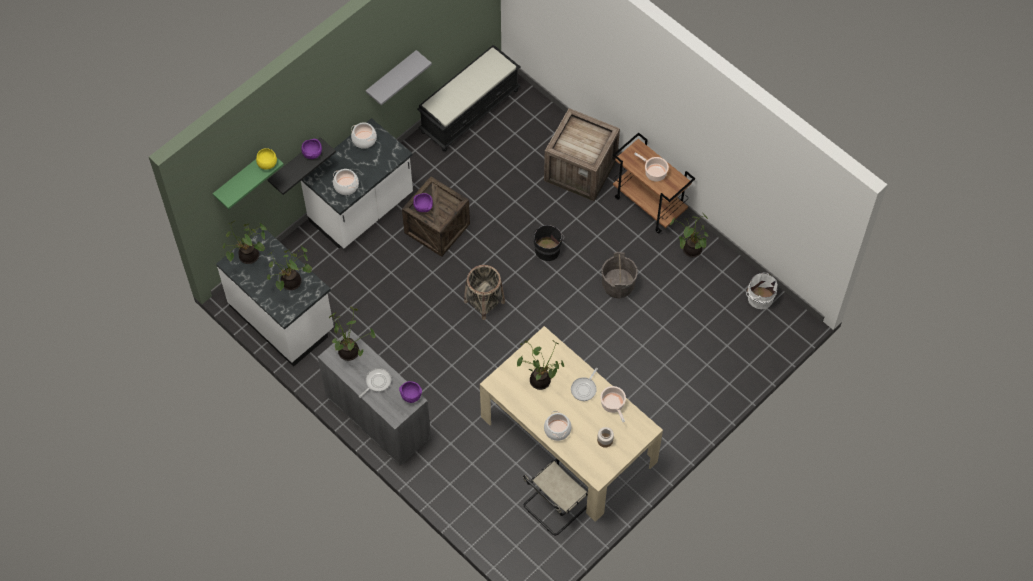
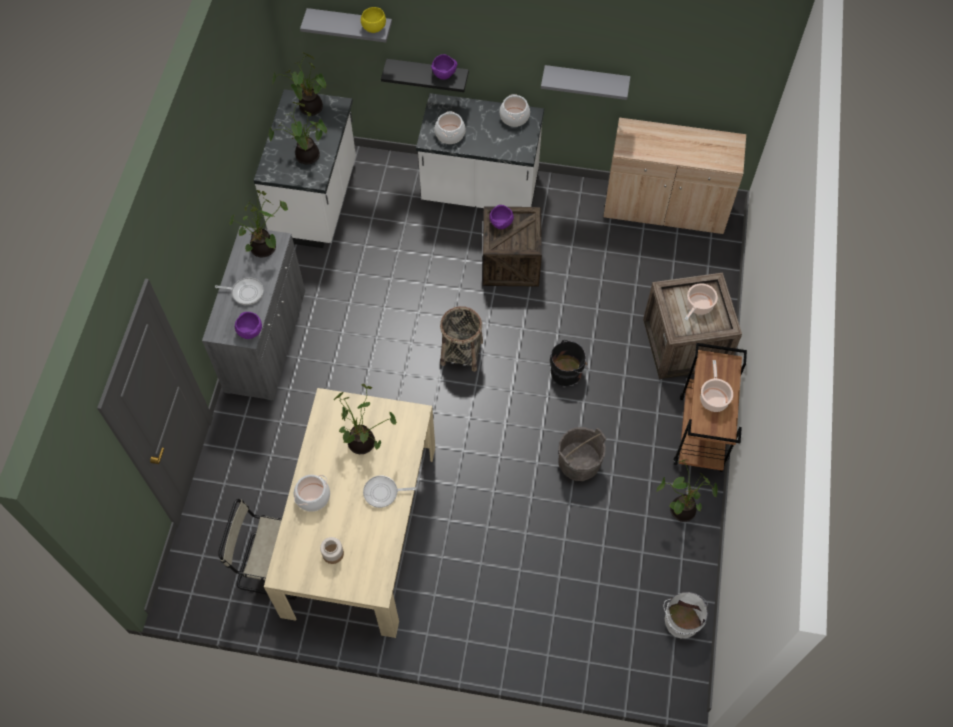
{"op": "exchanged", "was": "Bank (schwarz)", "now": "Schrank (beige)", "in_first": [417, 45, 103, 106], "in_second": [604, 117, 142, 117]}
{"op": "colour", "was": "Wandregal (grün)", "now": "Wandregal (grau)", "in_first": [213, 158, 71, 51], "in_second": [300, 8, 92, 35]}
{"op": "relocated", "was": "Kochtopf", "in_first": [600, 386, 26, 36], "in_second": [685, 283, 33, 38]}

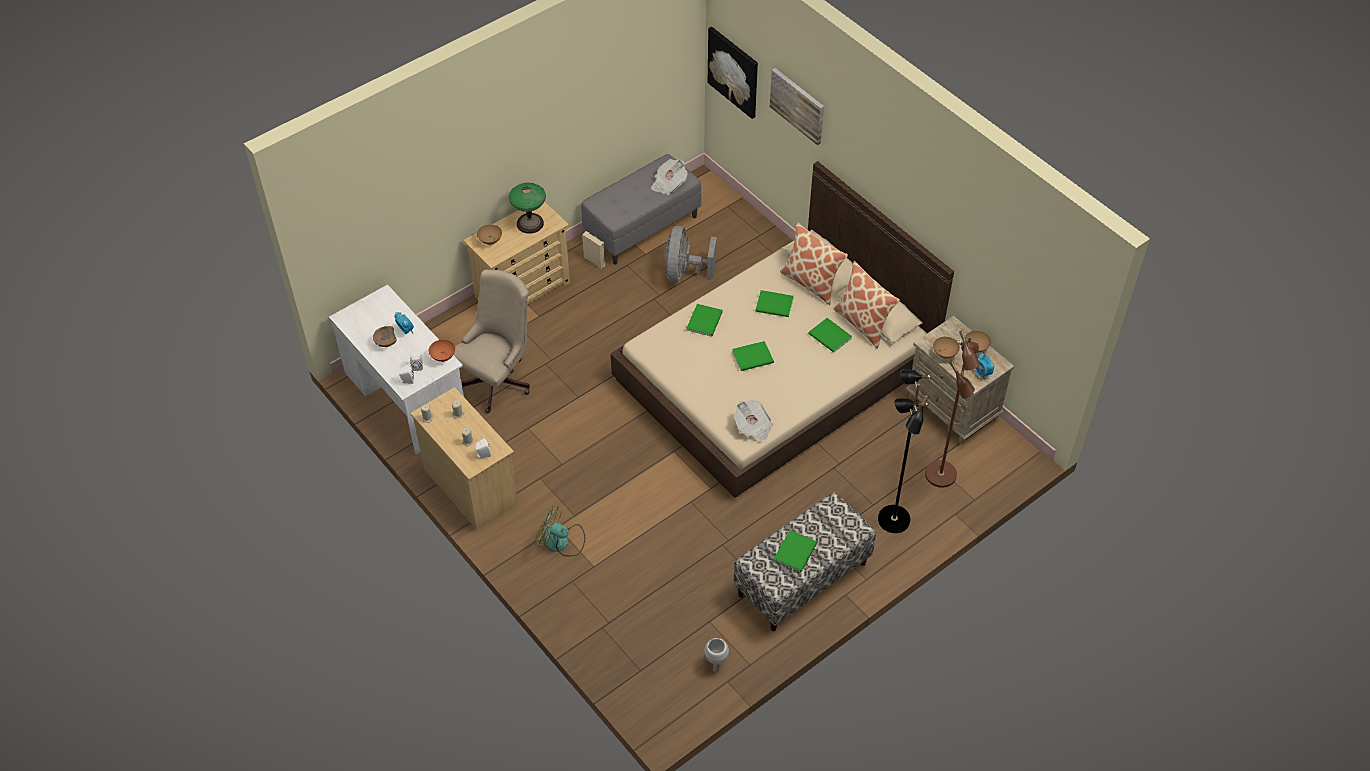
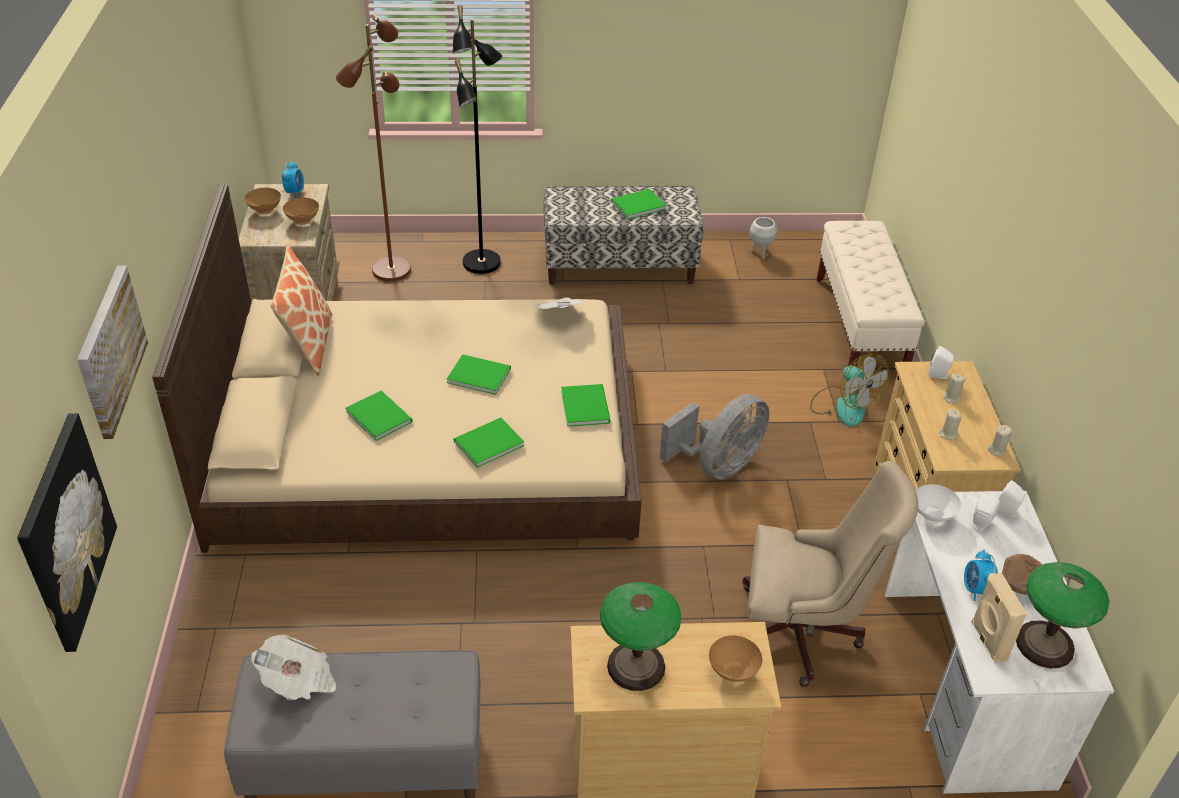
{"op": "missing", "was": "Kissen", "in_first": [780, 222, 68, 83]}
{"op": "relocated", "was": "Ventilator (grau)", "in_first": [664, 226, 53, 57], "in_second": [660, 394, 110, 85]}
{"op": "relocated", "was": "Lautsprecher (beige)", "in_first": [582, 231, 23, 38], "in_second": [971, 573, 56, 90]}
{"op": "spun", "was": "Bürostuhl (beige)", "in_first": [454, 270, 76, 144], "in_second": [742, 461, 176, 226], "clockwise": -150}
{"op": "relocated", "was": "Buch (grün)", "in_first": [808, 318, 44, 35], "in_second": [561, 384, 50, 43]}
{"op": "colour", "was": "Schüssel (orange)", "now": "Schüssel (weiß)", "in_first": [429, 340, 26, 22], "in_second": [916, 484, 45, 39]}
{"op": "appeared", "now": "Bank (beige)", "in_second": [817, 221, 108, 145]}
{"op": "appeared", "now": "Tischlampe", "in_second": [1016, 562, 94, 106]}

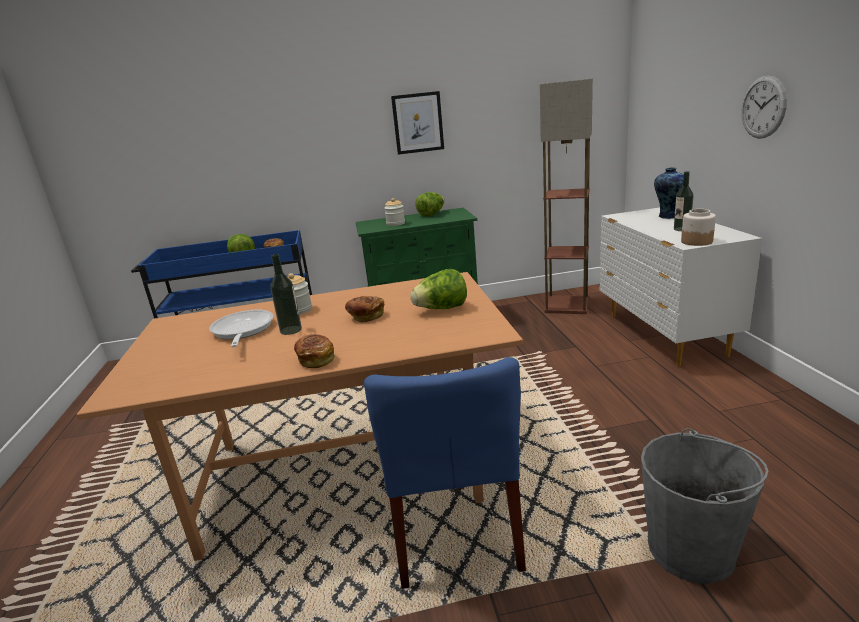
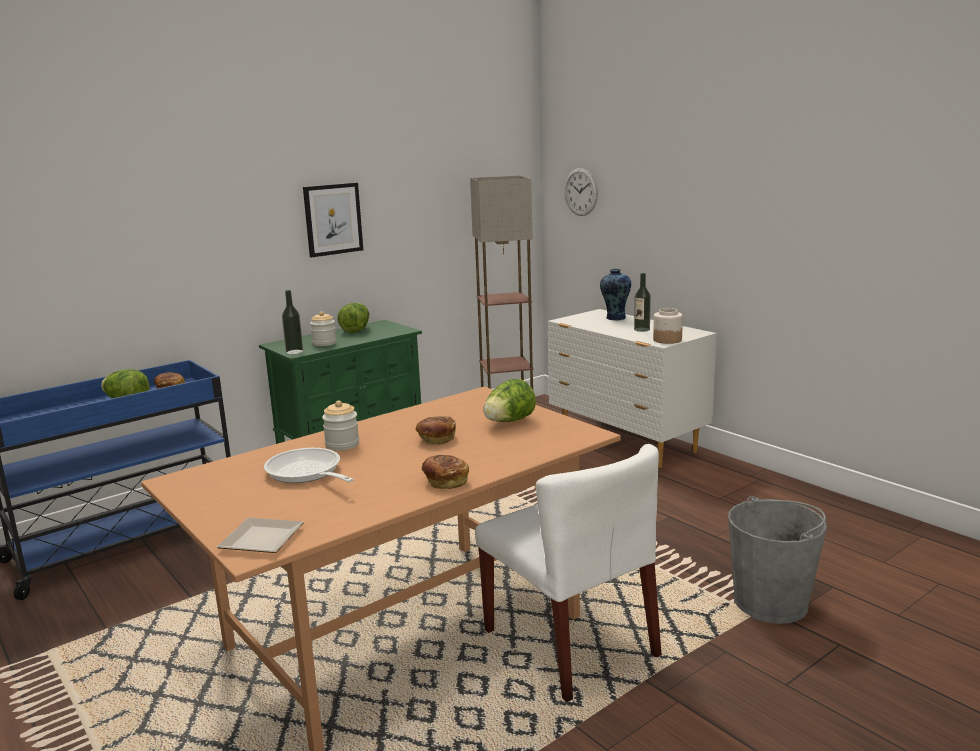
{"op": "relocated", "was": "Wanduhr", "in_first": [741, 75, 46, 64], "in_second": [564, 168, 34, 48]}
{"op": "relocated", "was": "Flasche", "in_first": [270, 254, 32, 81], "in_second": [282, 290, 21, 64]}
{"op": "colour", "was": "Stuhl (blau)", "now": "Stuhl (weiß)", "in_first": [364, 357, 162, 232], "in_second": [475, 444, 187, 258]}
{"op": "appeared", "now": "Teller", "in_second": [217, 518, 87, 35]}

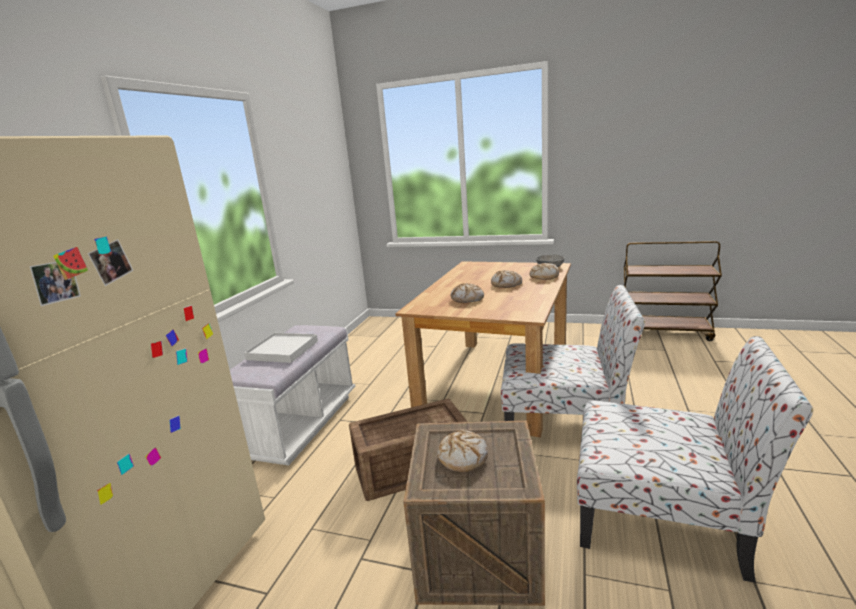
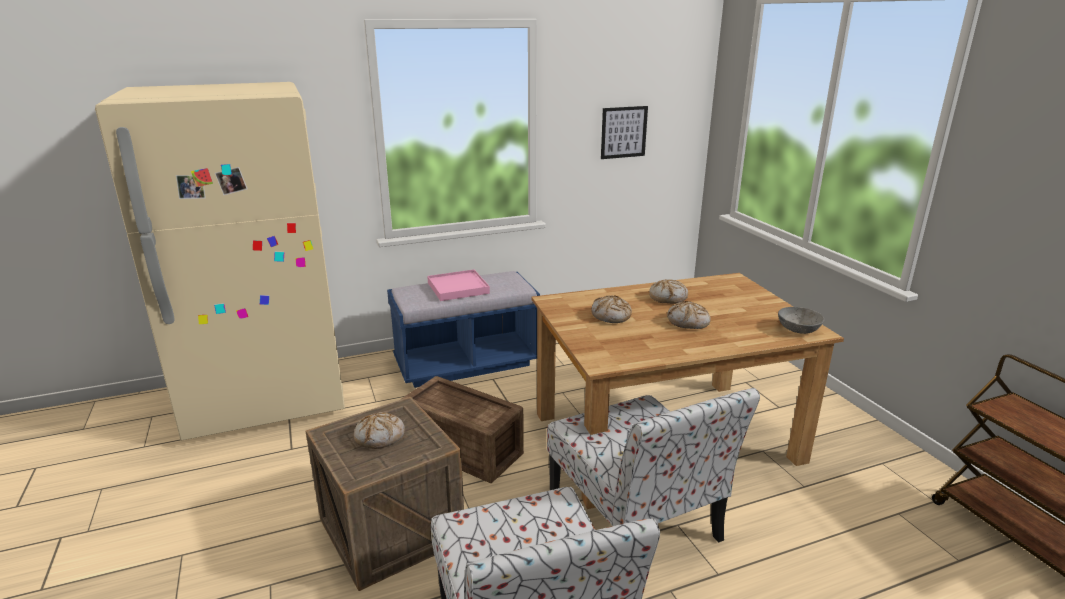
{"op": "relocated", "was": "Brot", "in_first": [530, 263, 29, 17], "in_second": [649, 279, 39, 25]}
{"op": "colour", "was": "Bank (weiß)", "now": "Bank (blau)", "in_first": [230, 325, 125, 141], "in_second": [387, 271, 153, 117]}
{"op": "colour", "was": "Tablett (weiß)", "now": "Tablett (rosa)", "in_first": [244, 333, 74, 30], "in_second": [427, 269, 63, 32]}
{"op": "appeared", "now": "Bild", "in_second": [601, 106, 47, 53]}

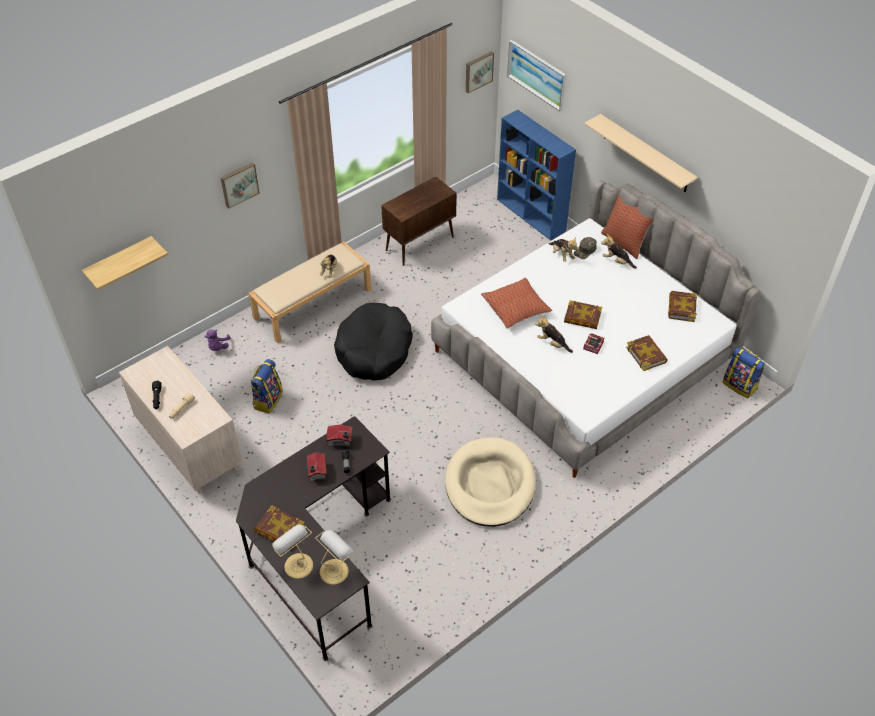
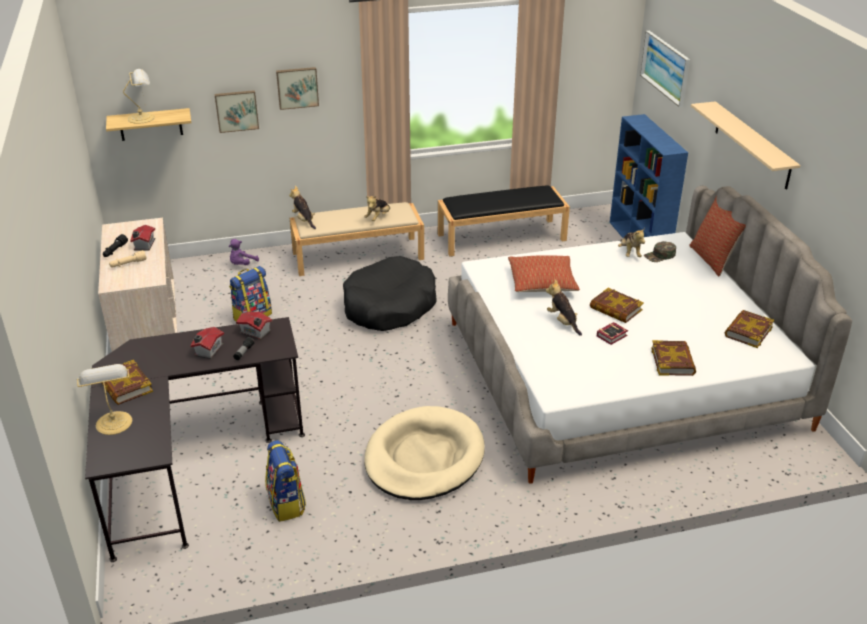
{"op": "relocated", "was": "Bild", "in_first": [466, 51, 28, 42], "in_second": [214, 90, 45, 43]}
{"op": "exchanged", "was": "Schrank (braun)", "now": "Bank (schwarz)", "in_first": [381, 176, 76, 90], "in_second": [438, 185, 132, 71]}
{"op": "relocated", "was": "Plüschtier", "in_first": [601, 234, 36, 35], "in_second": [289, 186, 27, 43]}
{"op": "relocated", "was": "Rucksack", "in_first": [723, 347, 42, 51], "in_second": [265, 440, 41, 82]}
{"op": "relocated", "was": "Tischlampe", "in_first": [315, 530, 38, 55], "in_second": [123, 69, 32, 55]}
{"op": "appeared", "now": "Spielzeughaus", "in_second": [130, 225, 25, 25]}

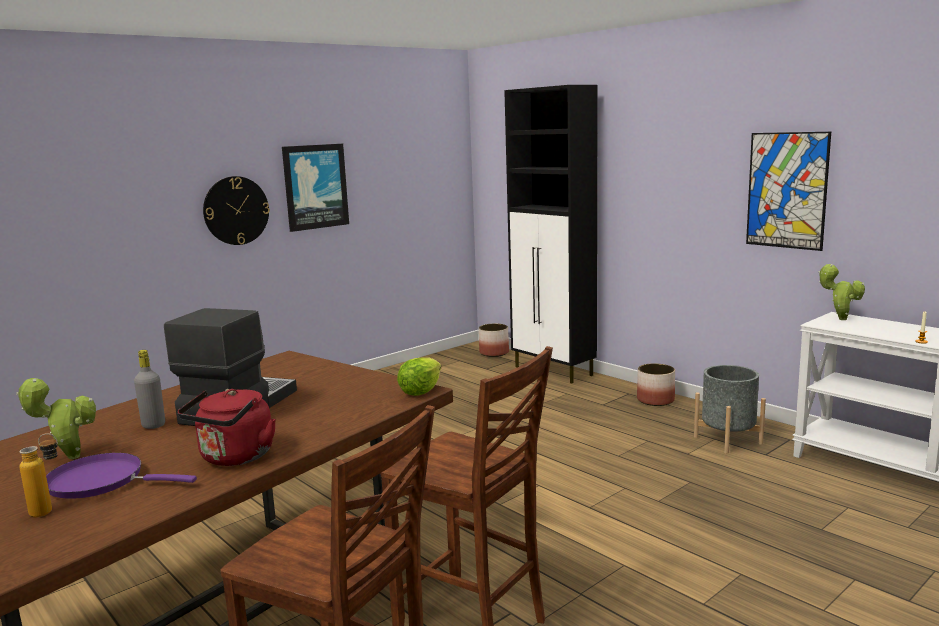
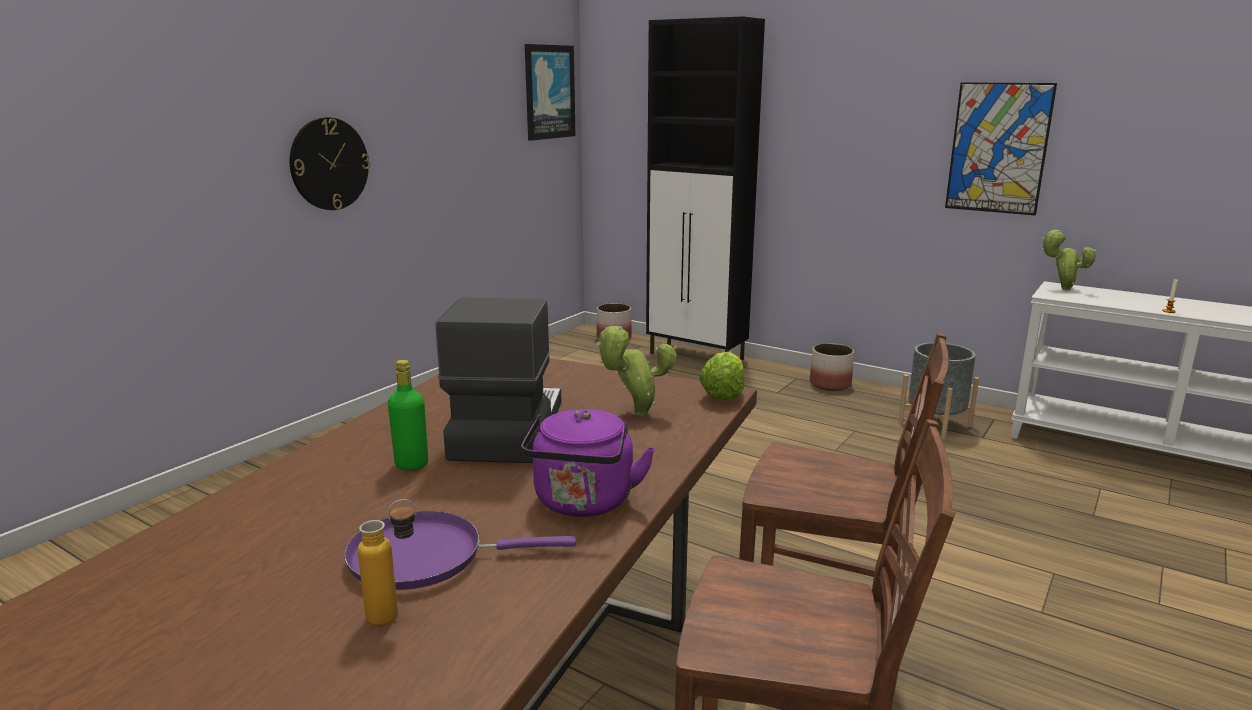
{"op": "relocated", "was": "Bild", "in_first": [282, 144, 67, 88], "in_second": [525, 44, 51, 97]}
{"op": "colour", "was": "Flasche (grau)", "now": "Flasche (grün)", "in_first": [134, 350, 31, 79], "in_second": [388, 360, 40, 110]}
{"op": "relocated", "was": "Topfpflanze", "in_first": [16, 378, 80, 81], "in_second": [597, 326, 80, 90]}
{"op": "colour", "was": "Wasserkessel (rot)", "now": "Wasserkessel (lila)", "in_first": [178, 389, 98, 77], "in_second": [521, 409, 134, 108]}

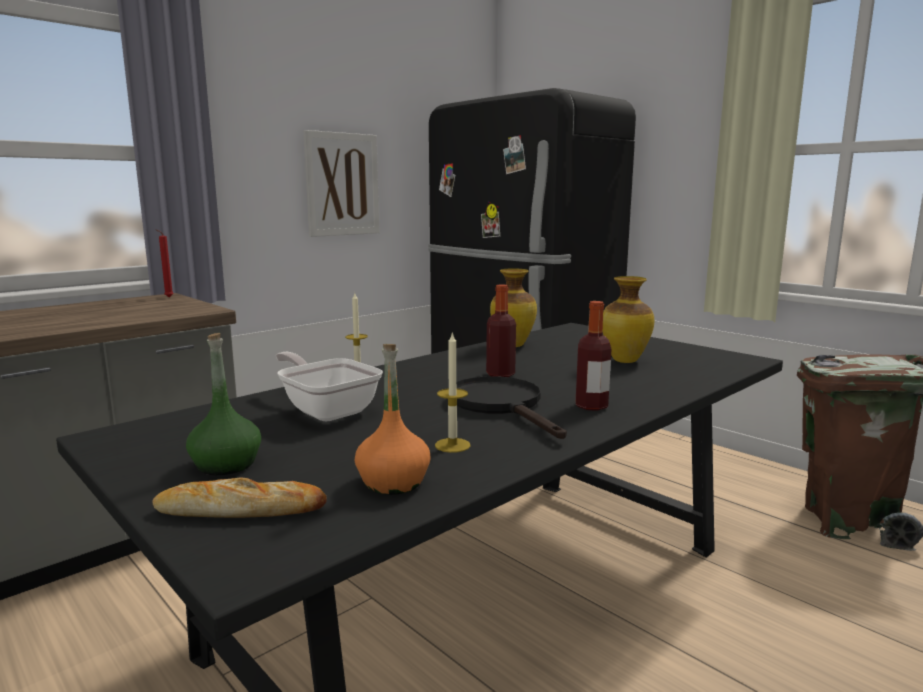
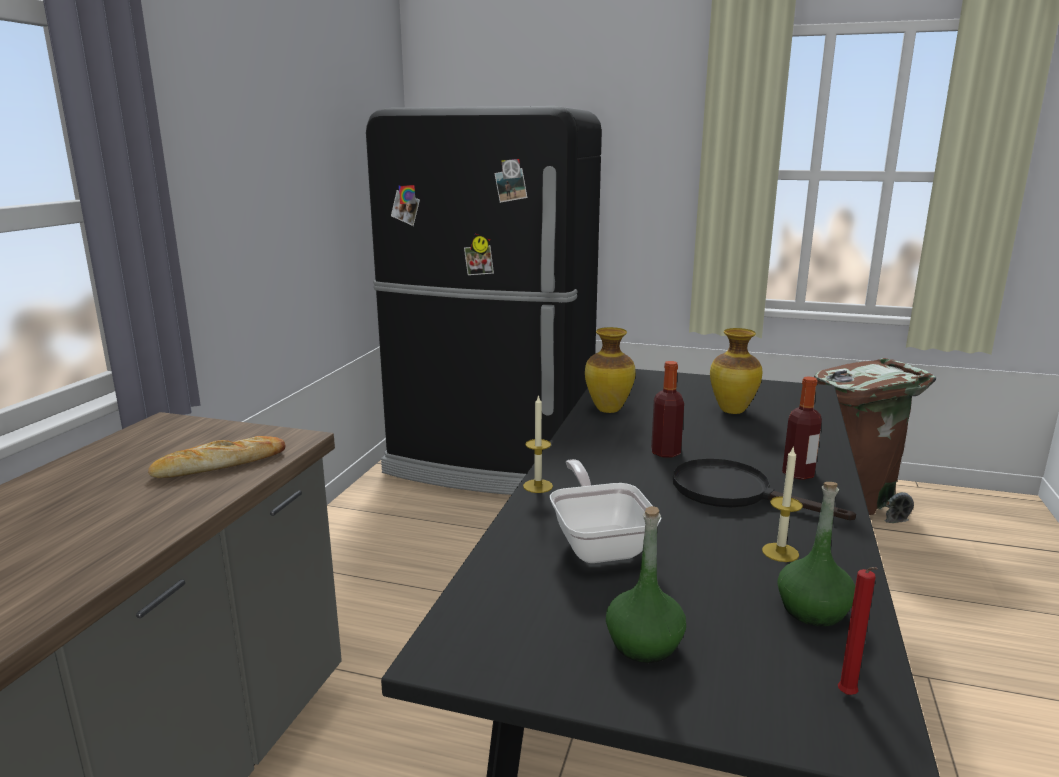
{"op": "missing", "was": "Bild", "in_first": [303, 130, 76, 107]}
{"op": "relocated", "was": "Kerze (rot)", "in_first": [157, 230, 17, 67], "in_second": [838, 567, 40, 128]}
{"op": "colour", "was": "Flasche (orange)", "now": "Flasche (grün)", "in_first": [355, 344, 76, 151], "in_second": [777, 482, 78, 145]}
{"op": "spun", "was": "Pfanne", "in_first": [276, 352, 107, 69], "in_second": [550, 459, 111, 104], "clockwise": 60}
{"op": "relocated", "was": "Brot", "in_first": [152, 477, 175, 41], "in_second": [148, 436, 138, 42]}

